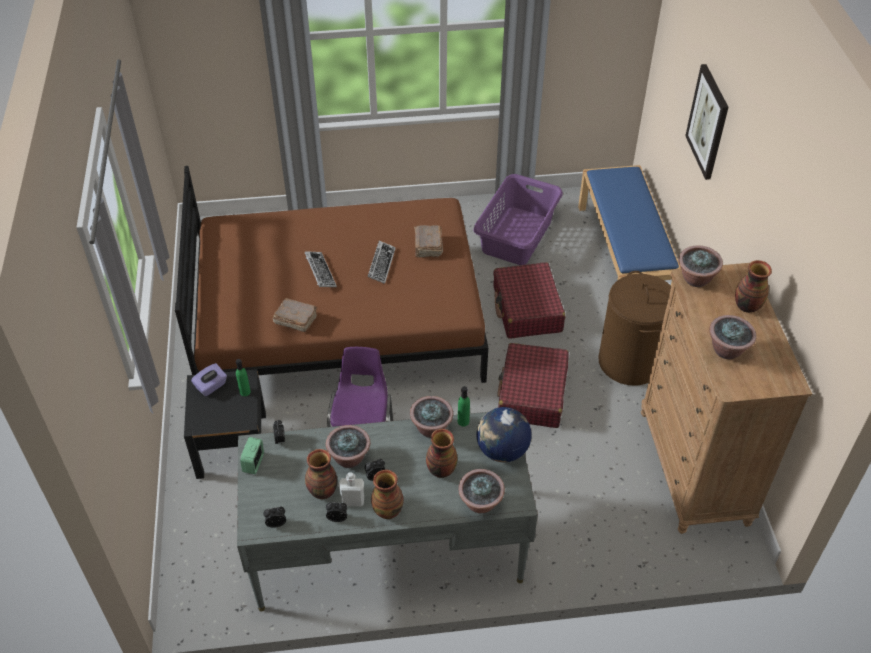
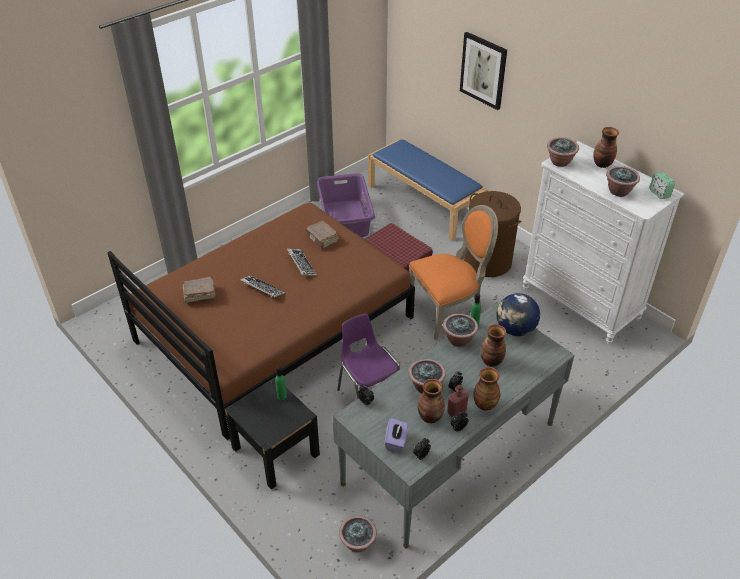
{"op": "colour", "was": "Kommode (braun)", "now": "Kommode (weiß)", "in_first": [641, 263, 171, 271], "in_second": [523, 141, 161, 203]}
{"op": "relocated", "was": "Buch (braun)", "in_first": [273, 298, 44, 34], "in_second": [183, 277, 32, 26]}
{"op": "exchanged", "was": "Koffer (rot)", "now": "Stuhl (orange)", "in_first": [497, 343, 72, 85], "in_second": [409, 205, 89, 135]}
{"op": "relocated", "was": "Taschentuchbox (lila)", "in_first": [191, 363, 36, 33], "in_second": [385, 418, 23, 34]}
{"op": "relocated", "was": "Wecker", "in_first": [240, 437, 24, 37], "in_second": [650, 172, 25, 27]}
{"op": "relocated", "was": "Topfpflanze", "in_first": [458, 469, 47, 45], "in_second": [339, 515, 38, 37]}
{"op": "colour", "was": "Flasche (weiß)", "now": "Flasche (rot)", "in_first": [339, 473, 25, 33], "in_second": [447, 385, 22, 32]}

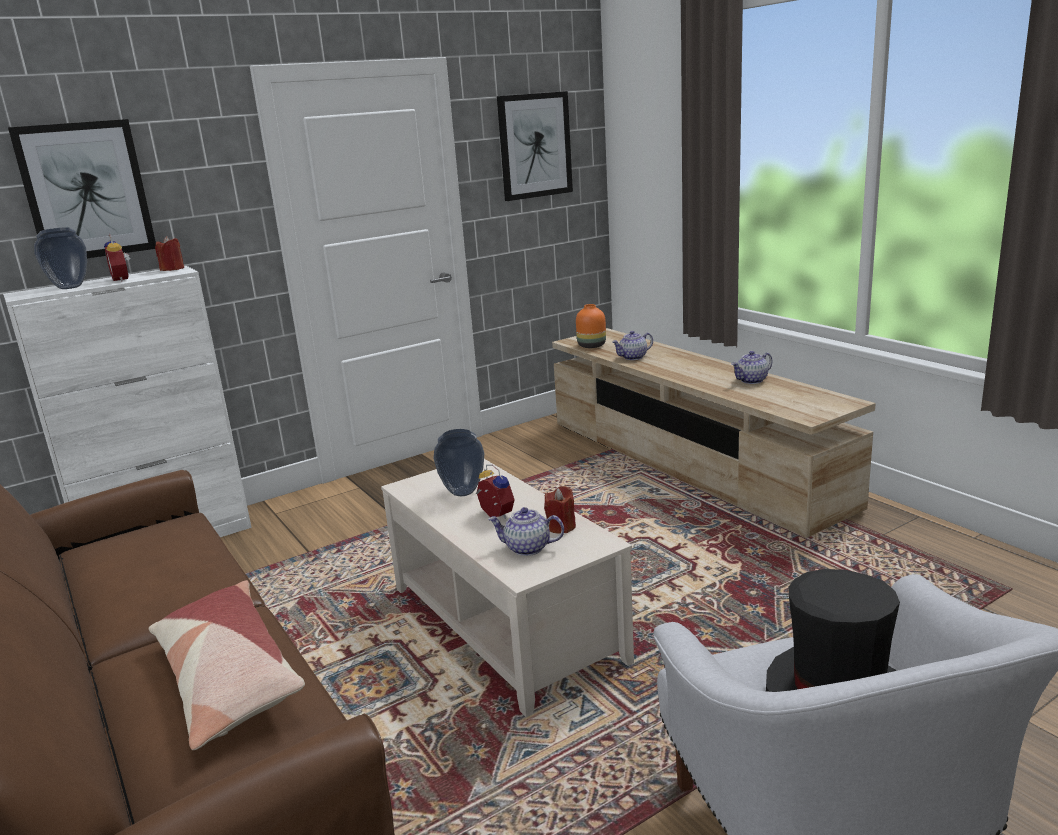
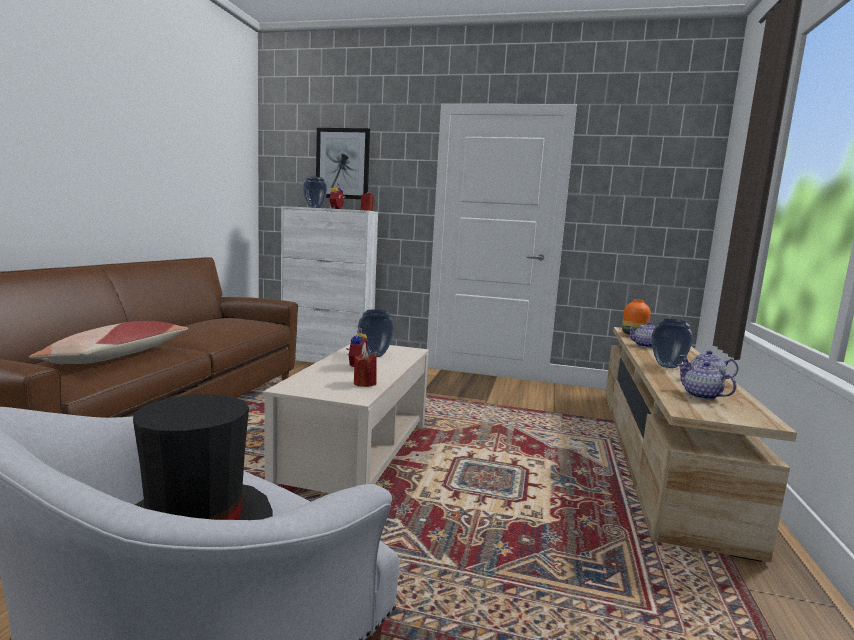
{"op": "missing", "was": "Bild", "in_first": [497, 91, 76, 110]}
{"op": "relocated", "was": "Teekanne", "in_first": [488, 507, 76, 49], "in_second": [677, 362, 60, 38]}
{"op": "appeared", "now": "Vase", "in_second": [652, 319, 41, 49]}

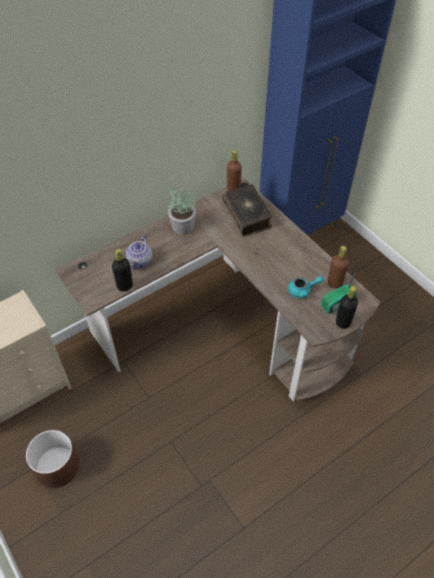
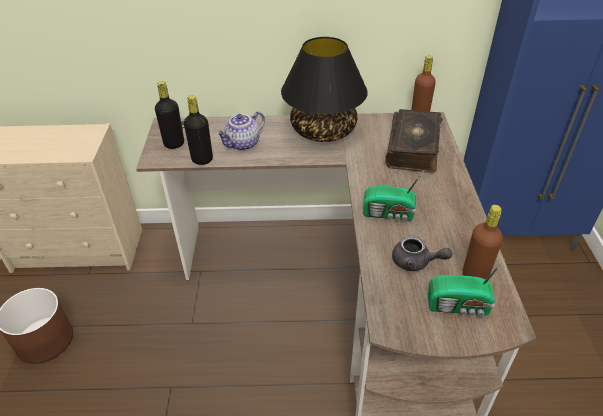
{"op": "exchanged", "was": "Topfpflanze", "now": "Tischlampe (schwarz)", "in_first": [168, 185, 28, 50], "in_second": [281, 37, 87, 105]}
{"op": "colour", "was": "Teekanne (türkis)", "now": "Teekanne (grau)", "in_first": [288, 276, 36, 22], "in_second": [392, 236, 60, 35]}
{"op": "relocated", "was": "Flasche (schwarz)", "in_first": [336, 286, 22, 43], "in_second": [155, 81, 29, 68]}
{"op": "appeared", "now": "Radio", "in_second": [363, 170, 61, 51]}

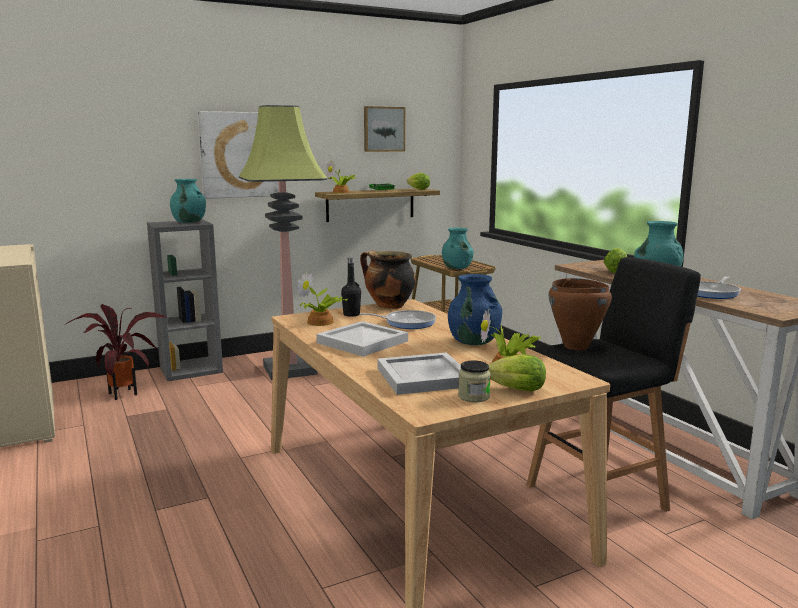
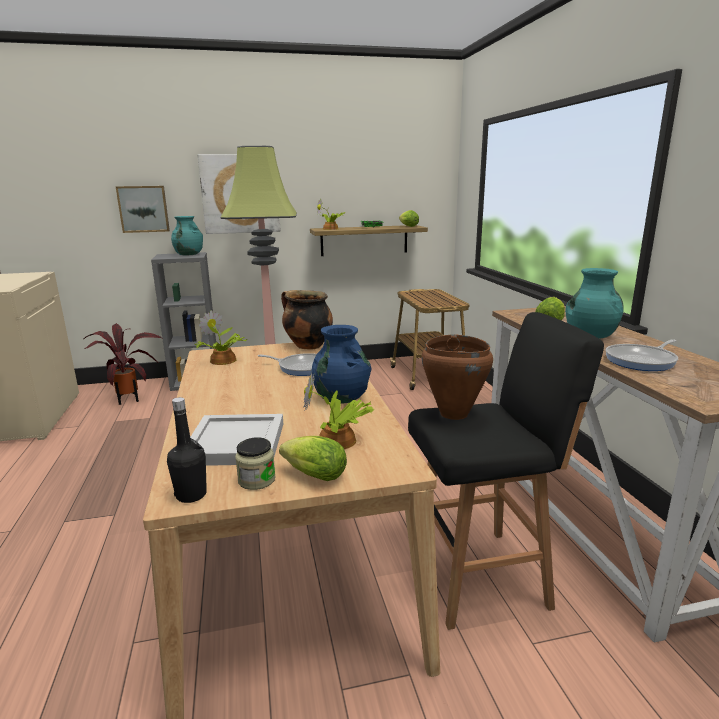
{"op": "relocated", "was": "Bild", "in_first": [364, 106, 41, 46], "in_second": [115, 186, 55, 47]}
{"op": "missing", "was": "Vase (türkis)", "in_first": [442, 227, 32, 42]}
{"op": "relocated", "was": "Flasche (schwarz)", "in_first": [341, 257, 20, 60], "in_second": [167, 397, 40, 106]}
{"op": "missing", "was": "Tablett (weiß)", "in_first": [316, 321, 92, 36]}

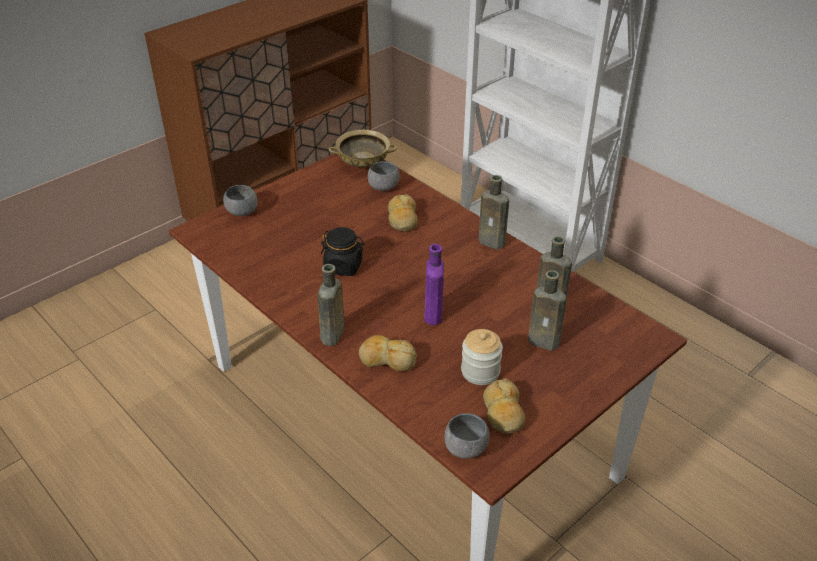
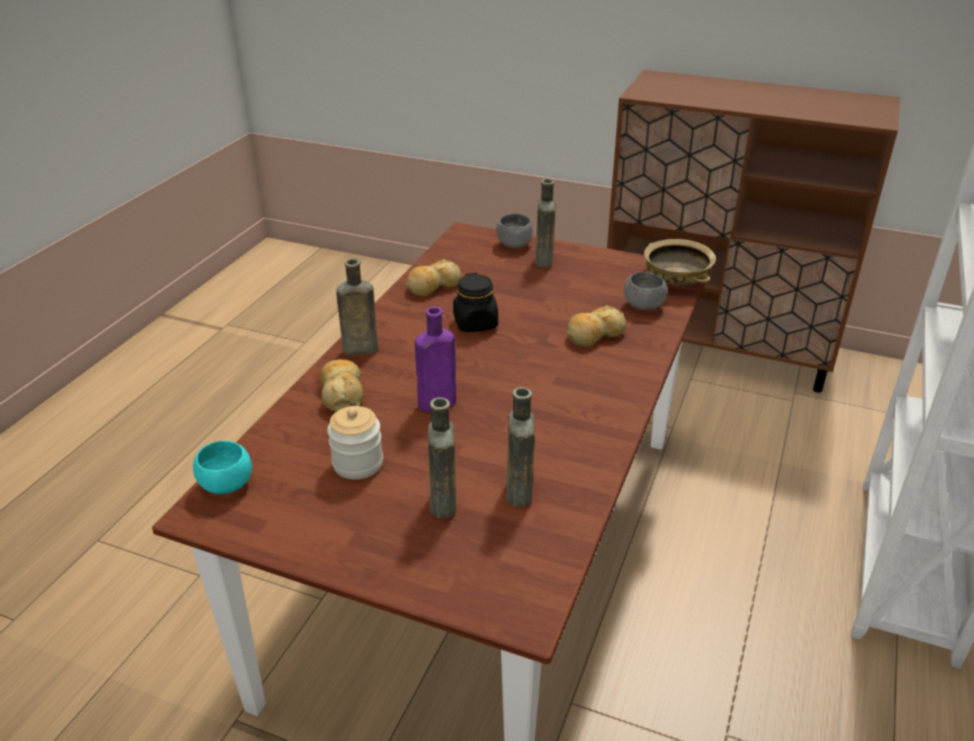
{"op": "relocated", "was": "Flasche (braun)", "in_first": [479, 175, 30, 75], "in_second": [535, 179, 21, 89]}
{"op": "relocated", "was": "Brot", "in_first": [483, 378, 42, 56], "in_second": [406, 259, 56, 38]}
{"op": "colour", "was": "Schüssel (grau)", "now": "Schüssel (türkis)", "in_first": [444, 413, 46, 46], "in_second": [193, 441, 59, 53]}

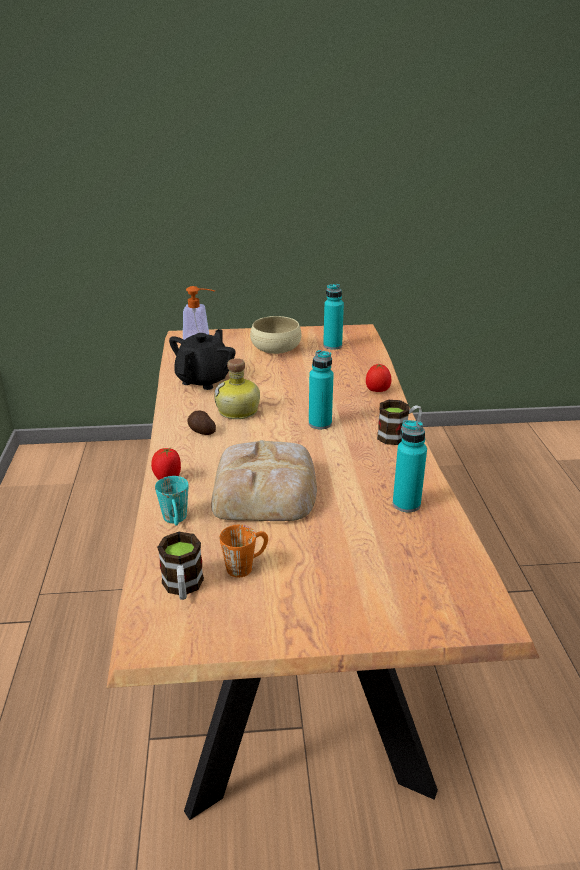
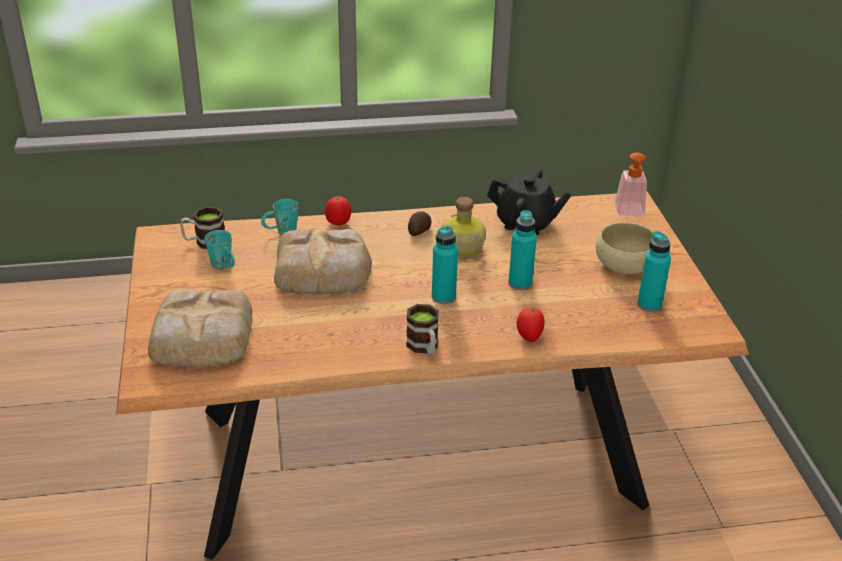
{"op": "relocated", "was": "Flasche (türkis)", "in_first": [393, 420, 34, 92], "in_second": [508, 210, 29, 80]}
{"op": "colour", "was": "Henkelbecher (orange)", "now": "Henkelbecher (türkis)", "in_first": [220, 525, 48, 53], "in_second": [205, 230, 30, 39]}
{"op": "appeared", "now": "Brot", "in_second": [148, 289, 104, 79]}

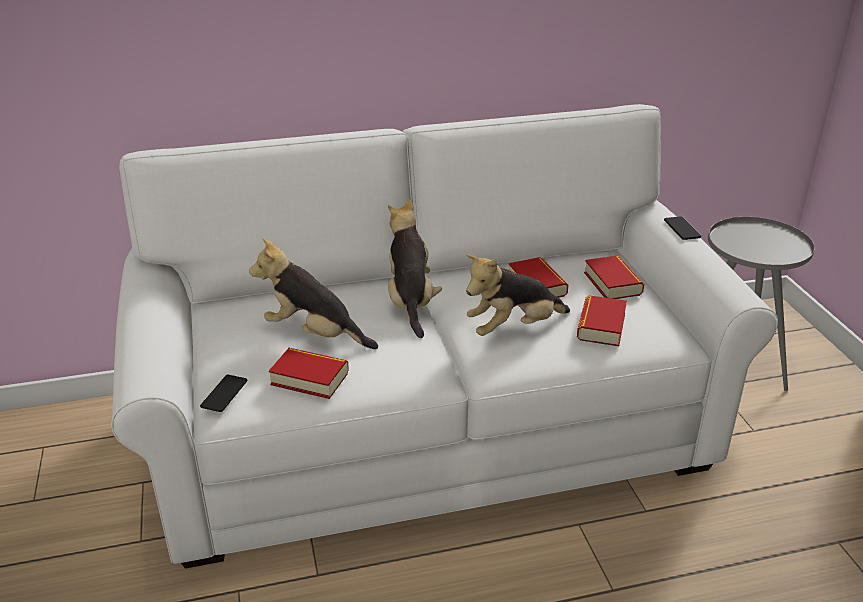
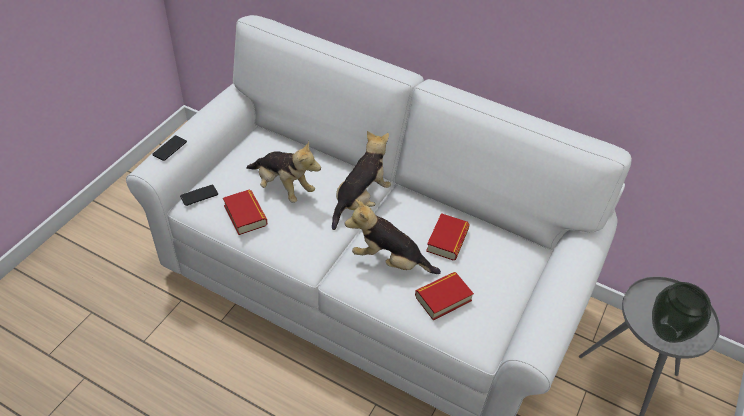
{"op": "relocated", "was": "Handy", "in_first": [664, 216, 37, 24], "in_second": [152, 135, 35, 26]}
{"op": "spun", "was": "Plüschtier", "in_first": [249, 238, 129, 111], "in_second": [246, 141, 75, 62], "clockwise": 150}
{"op": "missing", "was": "Buch", "in_first": [584, 255, 60, 44]}
{"op": "appeared", "now": "Vase", "in_second": [652, 282, 60, 61]}

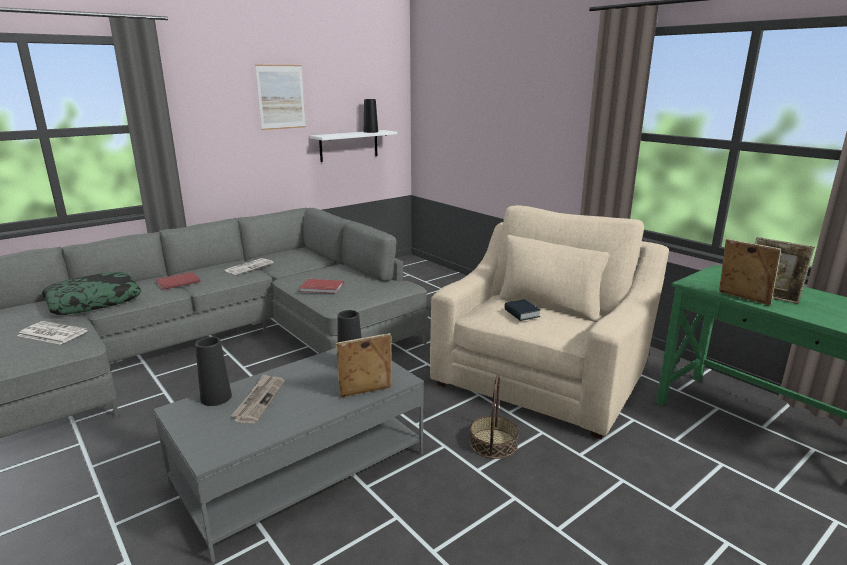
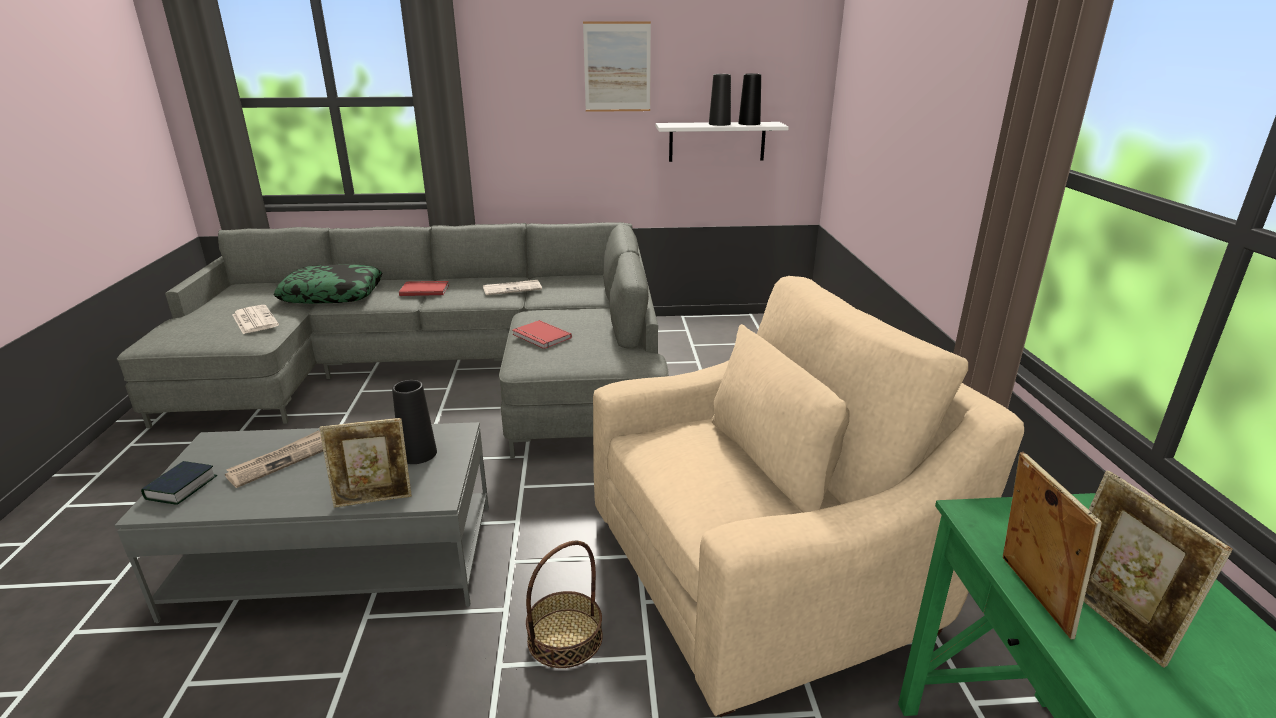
{"op": "relocated", "was": "Buch", "in_first": [504, 299, 36, 22], "in_second": [141, 461, 77, 44]}
{"op": "spun", "was": "Bilderrahmen", "in_first": [336, 333, 56, 65], "in_second": [319, 418, 93, 90], "clockwise": 150}
{"op": "relocated", "was": "Vase (schwarz)", "in_first": [195, 337, 37, 69], "in_second": [709, 74, 22, 52]}

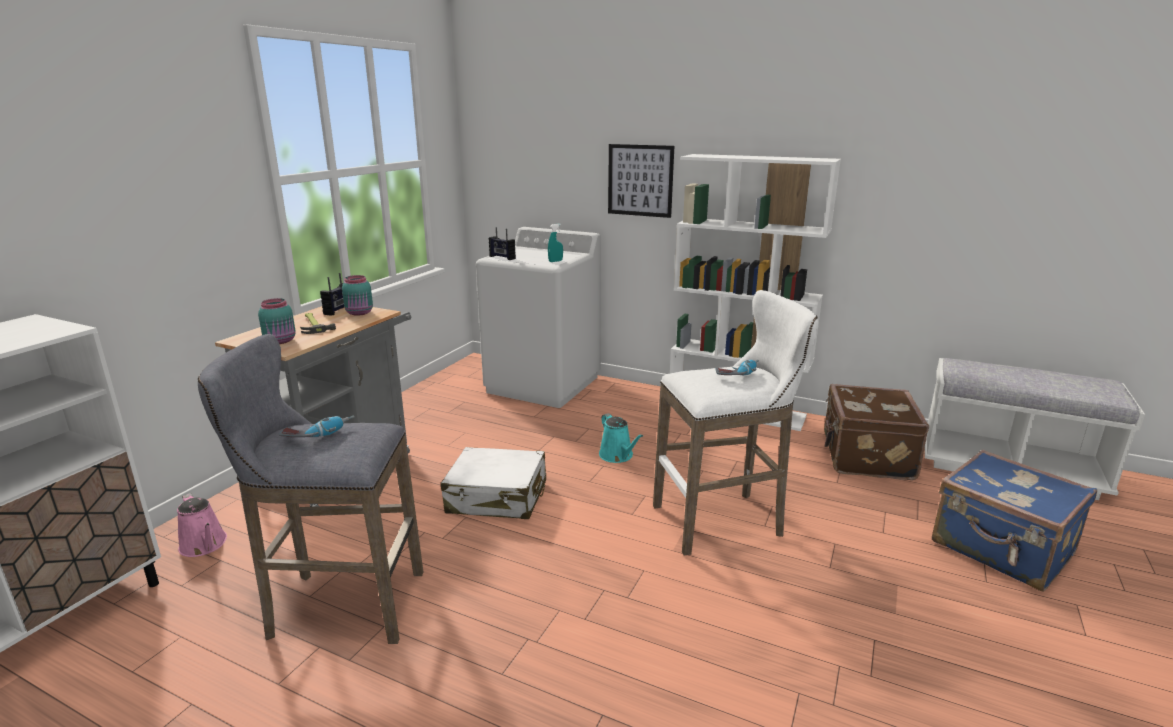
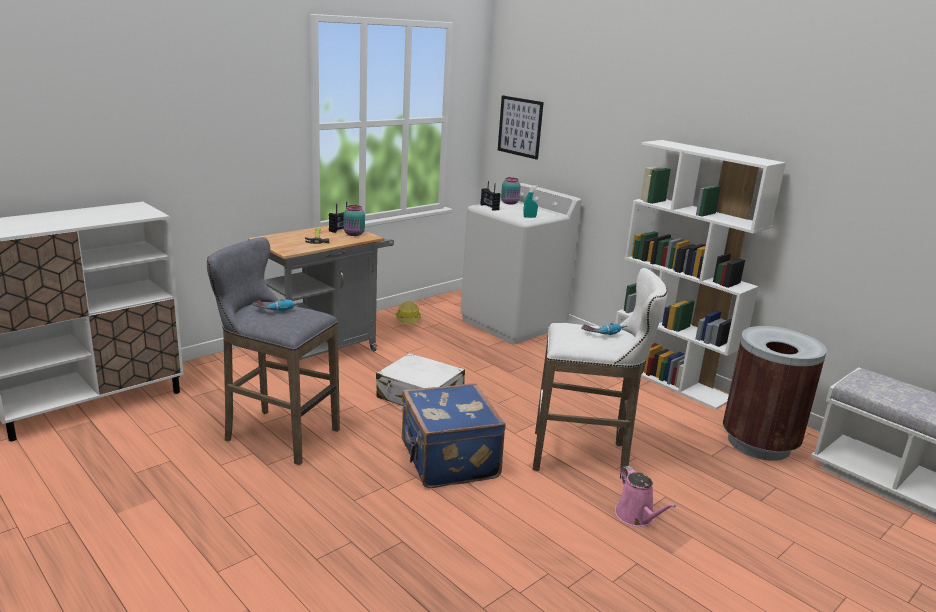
{"op": "relocated", "was": "Bild", "in_first": [608, 144, 66, 74], "in_second": [498, 95, 46, 65]}
{"op": "relocated", "was": "Vorratsglas (türkis)", "in_first": [258, 298, 38, 46], "in_second": [501, 177, 19, 28]}
{"op": "exchanged", "was": "Koffer (braun)", "now": "Mülleimer (braun)", "in_first": [824, 384, 105, 96], "in_second": [723, 326, 104, 135]}
{"op": "missing", "was": "Gießkanne (türkis)", "in_first": [599, 413, 44, 50]}
{"op": "relocated", "was": "Koffer (blau)", "in_first": [932, 449, 165, 143], "in_second": [401, 383, 105, 105]}
{"op": "relocated", "was": "Gießkanne (rosa)", "in_first": [177, 493, 50, 64], "in_second": [615, 466, 61, 61]}
{"op": "appeared", "now": "Schutzhelm", "in_second": [396, 301, 25, 23]}

